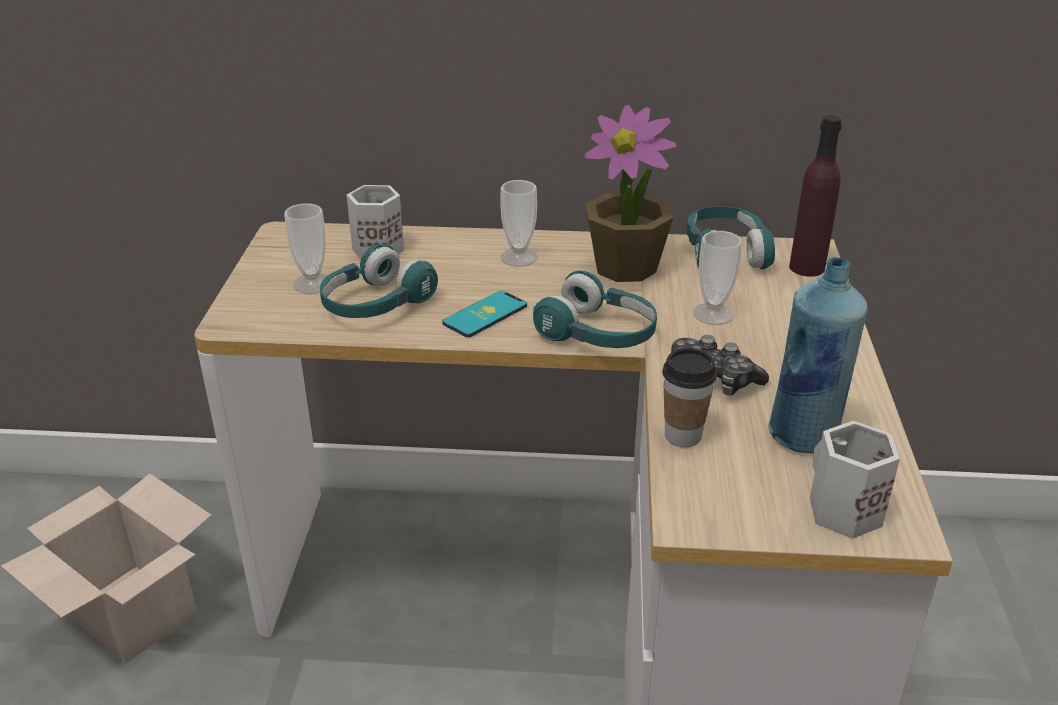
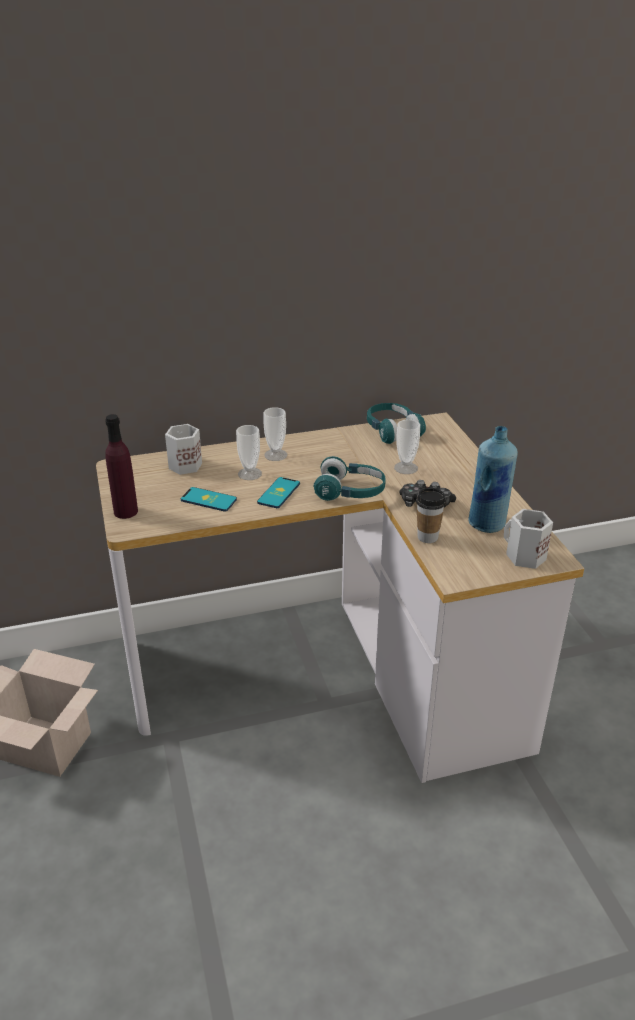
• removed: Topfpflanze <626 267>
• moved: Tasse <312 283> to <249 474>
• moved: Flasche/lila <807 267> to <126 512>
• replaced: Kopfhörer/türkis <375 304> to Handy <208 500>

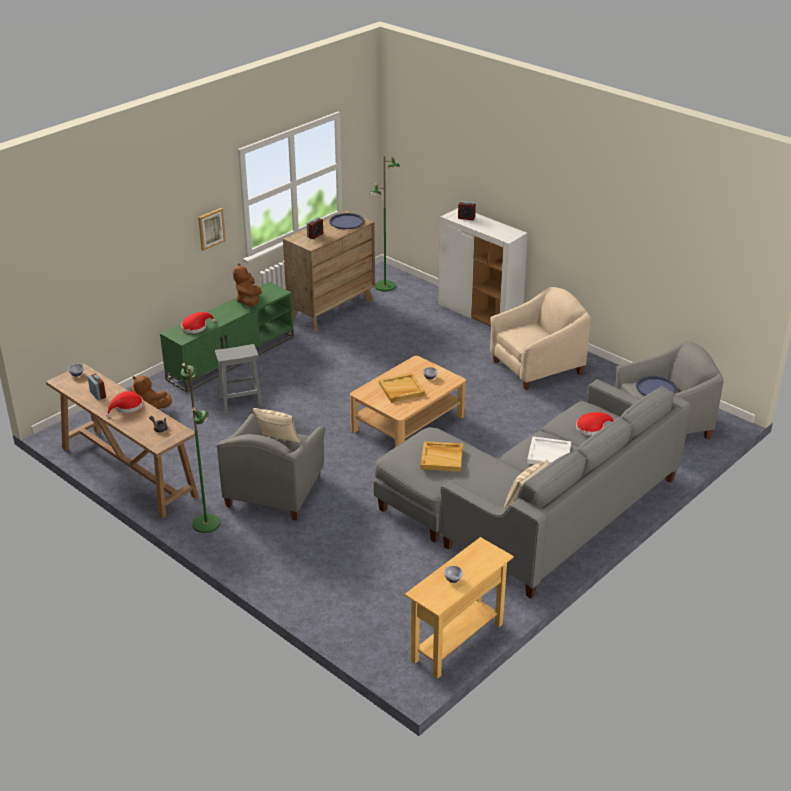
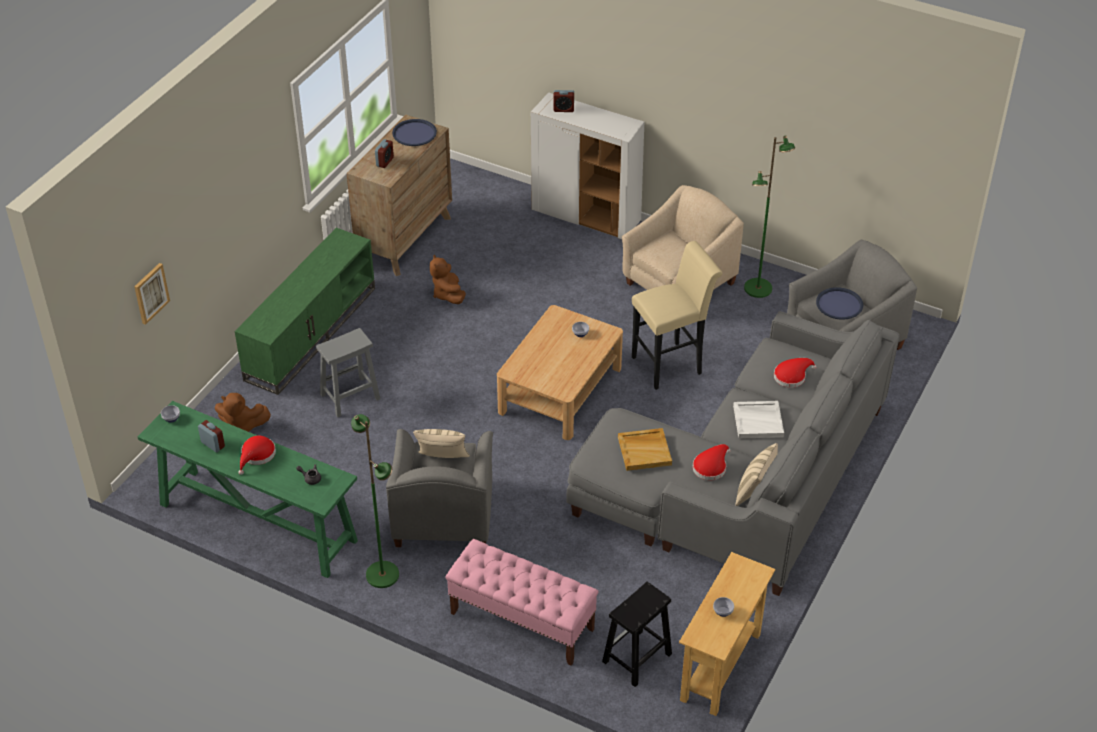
• removed: Tablett/beige <401 390>
• added: Bank/rosa <521 621>
• added: Hocker/schwarz <636 659>
• added: Hocker/beige <671 364>
• moved: Hut/rot <196 327> to <711 467>
• moved: Bild <211 228> to <151 293>
• moved: Plüschtier/braun <249 301> to <448 294>
• moved: Stehlampe/grün <385 286> to <758 289>
• recoloured: Konsolentisch/braun <127 471> to Konsolentisch/grün <256 522>

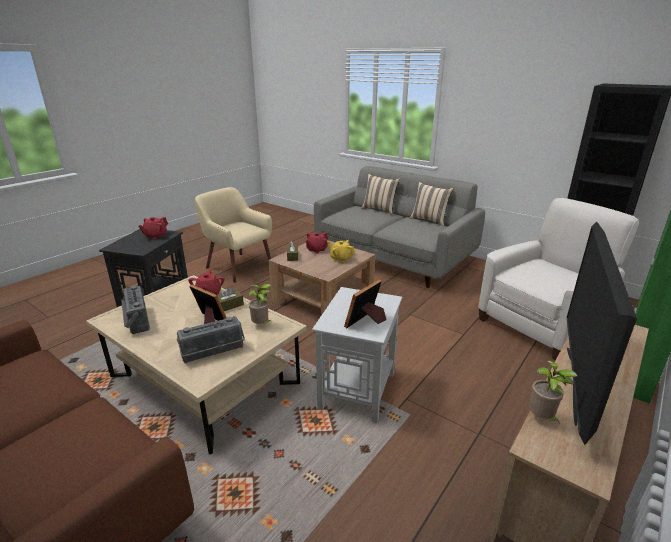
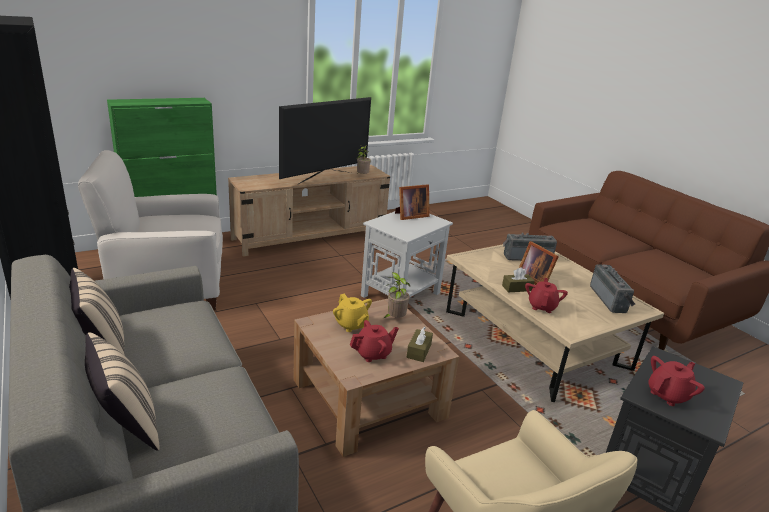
• moved: Topfpflanze <261 325> to <394 319>

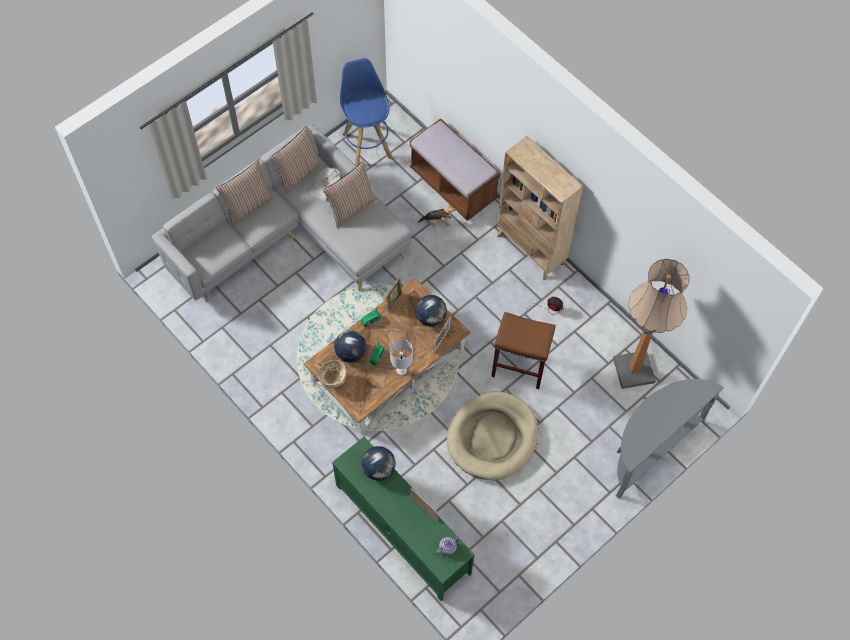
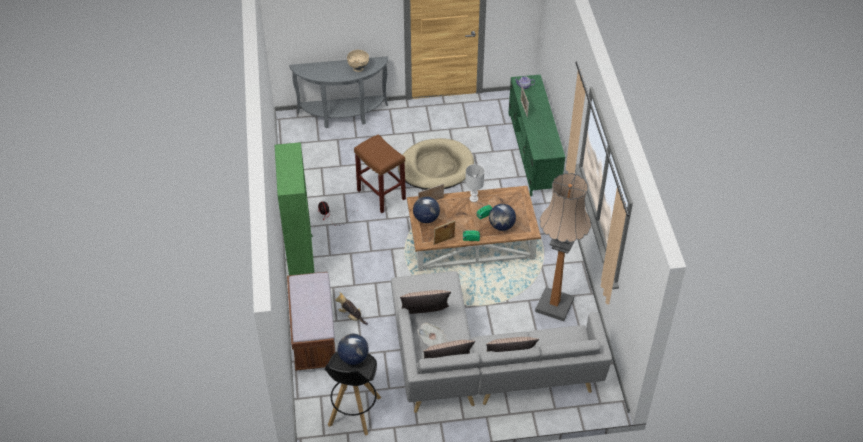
• moved: Schüssel/beige <333 381> to <358 68>
• moved: Globus <379 469> to <353 357>
• moved: Stehlampe <633 370> to <554 305>
• recoloured: Hocker/blau <367 145> to Hocker/schwarz <354 412>
• recoloured: Bücherregal/beige <530 250> to Bücherregal/grün <301 259>

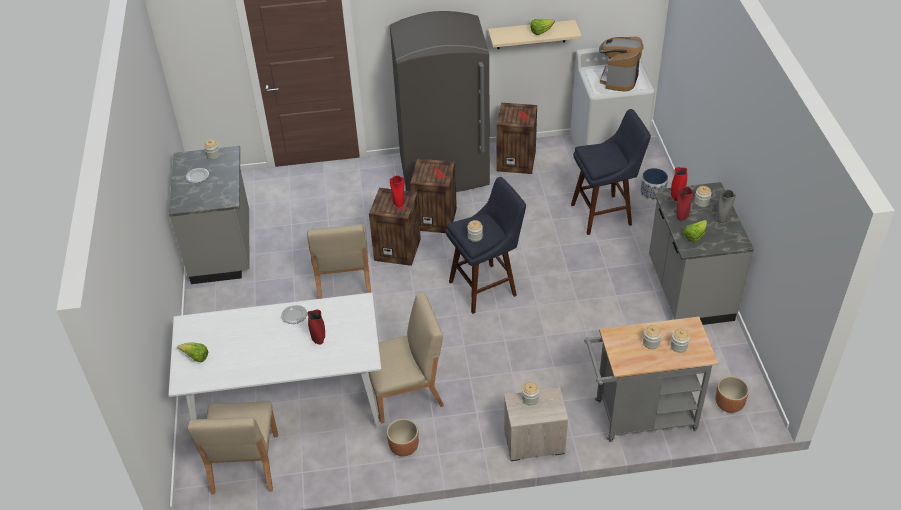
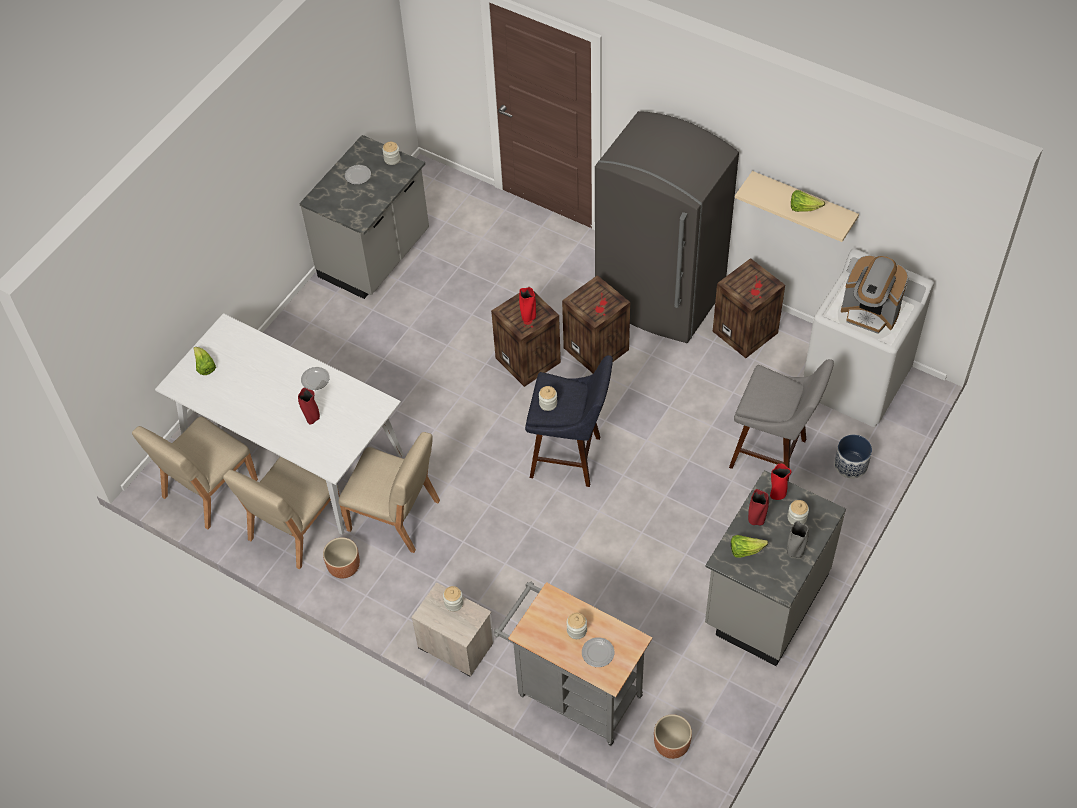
• moved: Stuhl/beige <343 281> to <294 527>
• replaced: Vorratsglas <679 346> to Teller <598 653>
• recoloured: Hocker/blau <605 213> to Hocker/grau <773 455>
• turned: Kaffeemaschine <618 79> = <870 312> 120 degrees counterclockwise

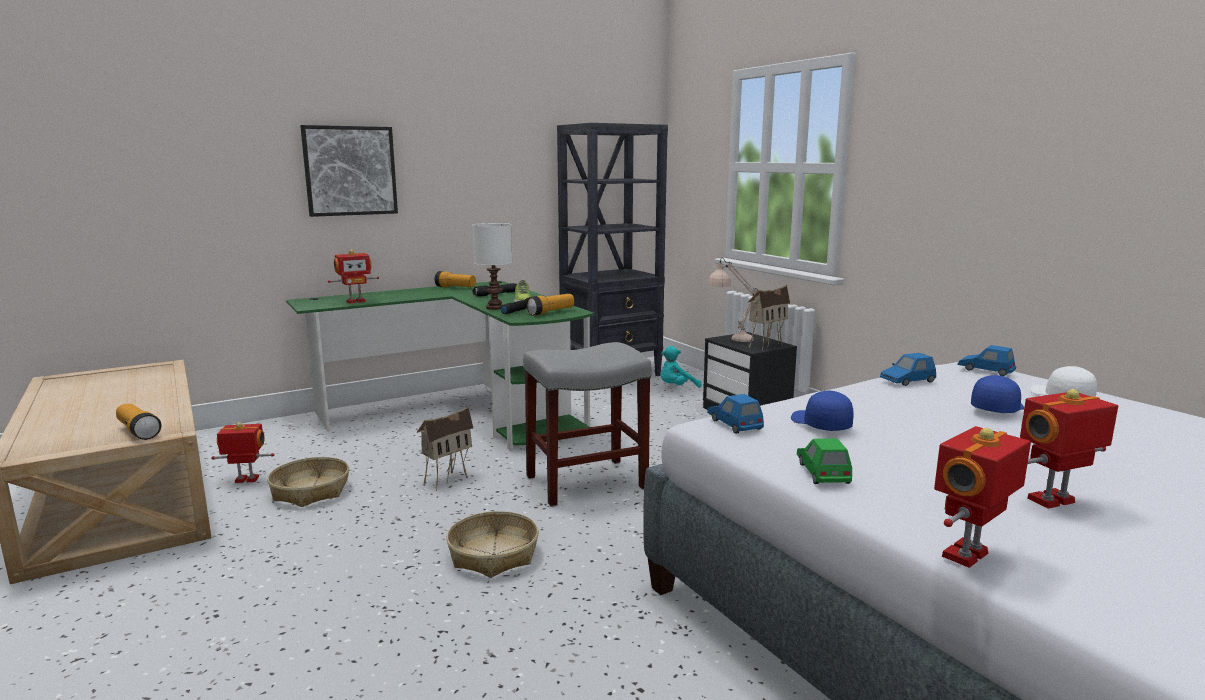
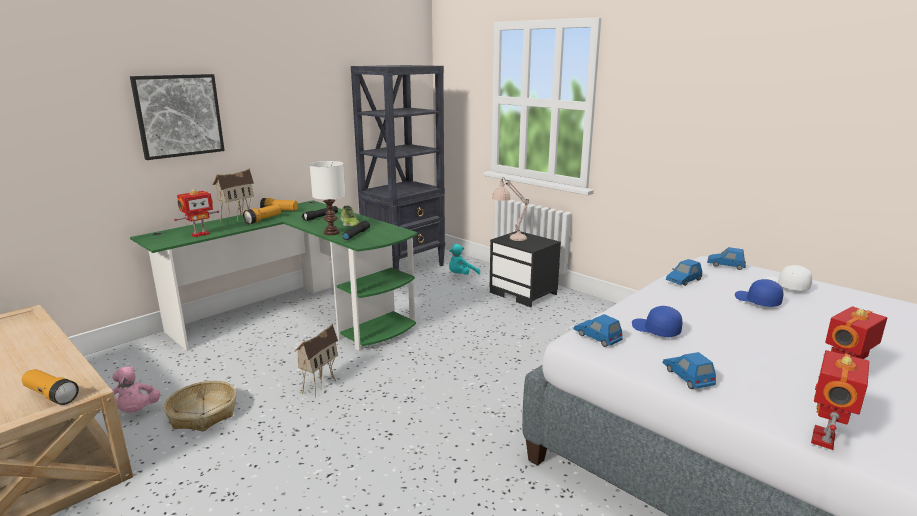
• removed: Korb <493 555>
• removed: Hocker/grau <585 482>
• moved: Taschenlampe <551 312> to <263 220>
• moved: Spielzeughaus <765 345> to <237 219>
• replaced: Spielzeugroboter <246 480> to Plüschtier/rosa <135 411>
• recoloured: Spielzeugauto/grün <822 472> to Spielzeugauto/blau <687 376>
• turned: Kappe/blau <996 408> = <756 301> 60 degrees counterclockwise

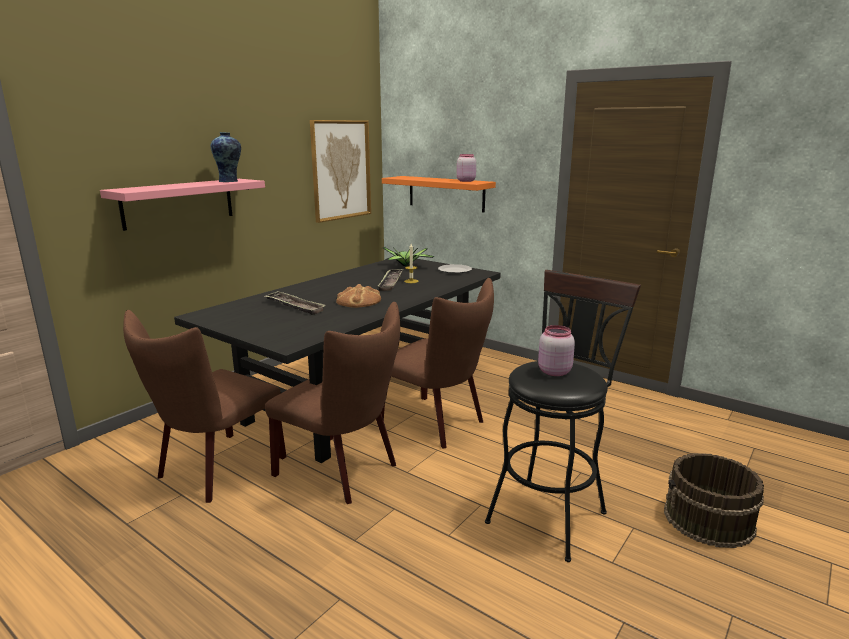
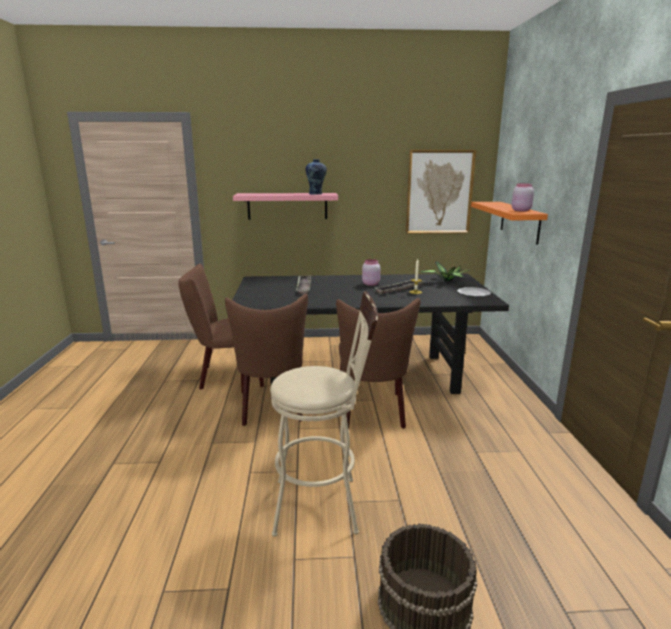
• removed: Brot <358 301>
• moved: Vorratsglas/rosa <553 371> to <370 284>
• recoloured: Hocker/schwarz <550 512> to Hocker/beige <325 504>

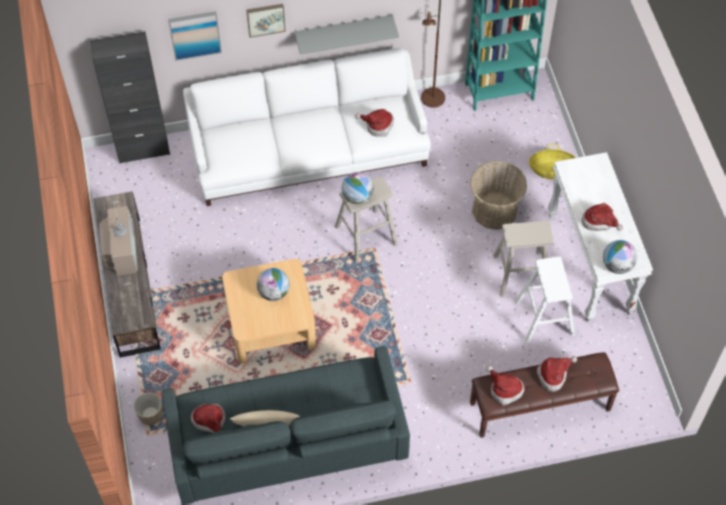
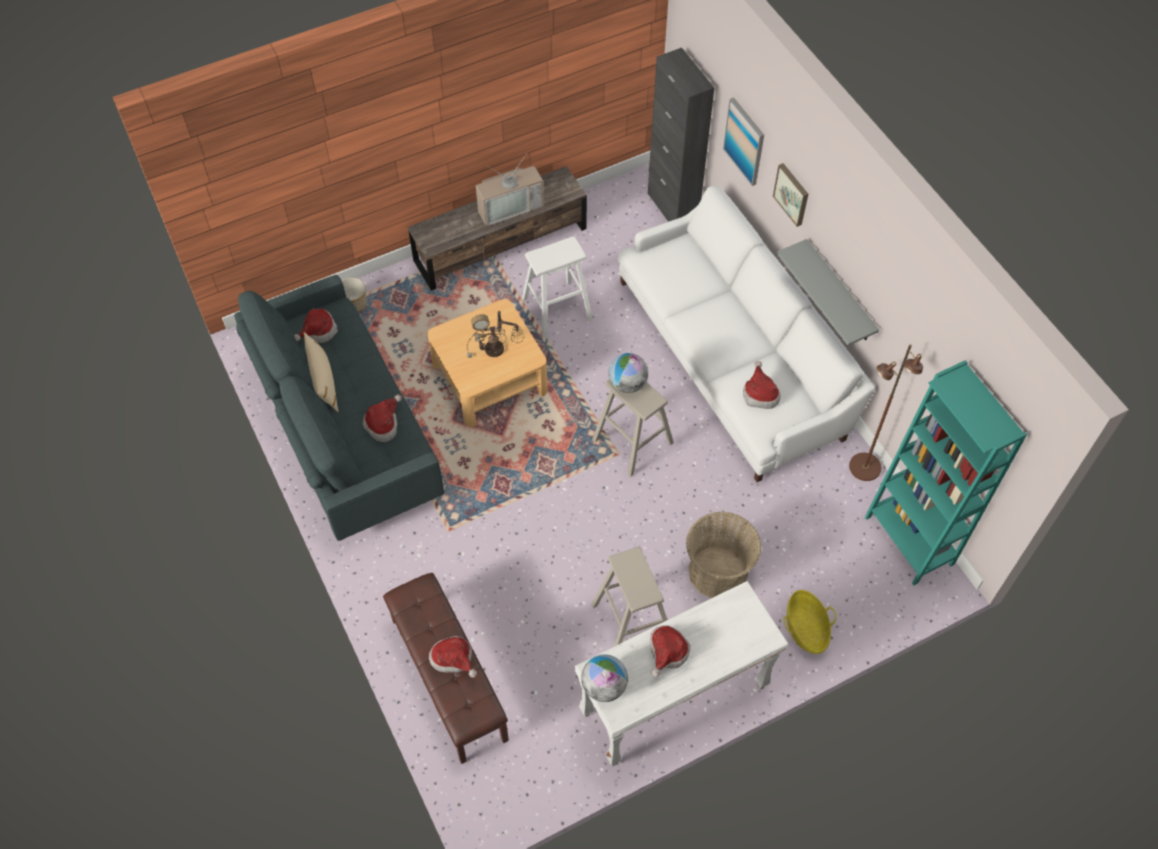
• moved: Hut <504 390> to <383 424>
• moved: Hocker/weiß <544 318> to <556 309>
• replaced: Globus <274 292> to Tischlampe <495 350>

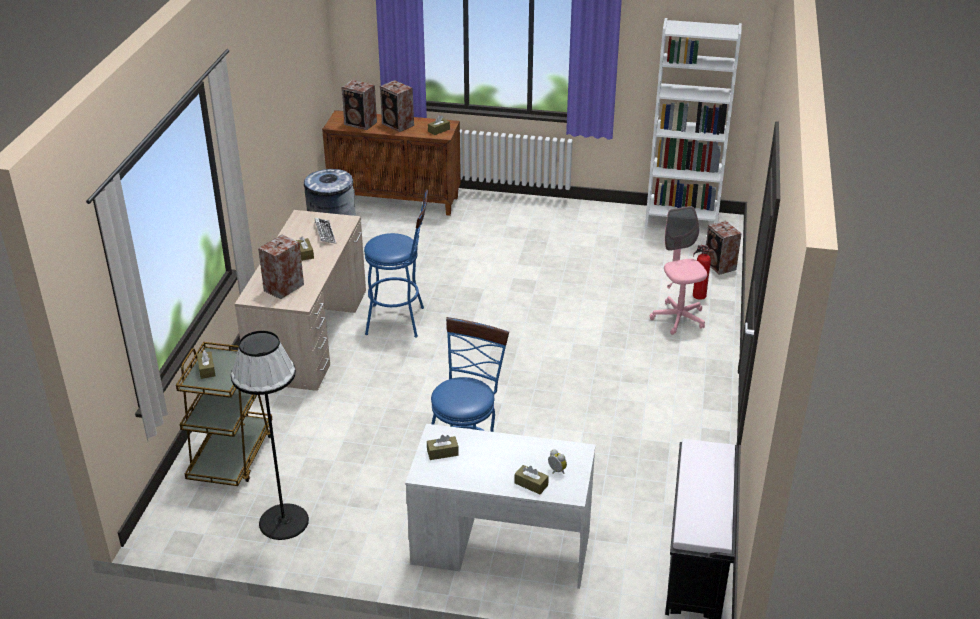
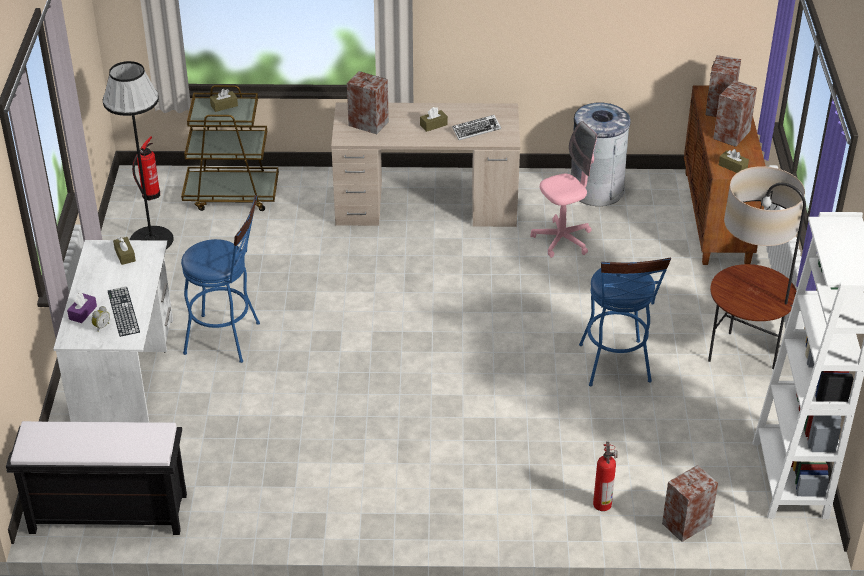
• added: Tastatur <123 311>
• added: Feuerlöscher <149 196>
• added: Stehlampe <742 356>
• moved: Hocker/blau <401 321> to <616 368>
• moved: Bürostuhl/rosa <678 318> to <562 240>
• recoloured: Taschentuchbox/braun <531 484> to Taschentuchbox/lila <83 312>

